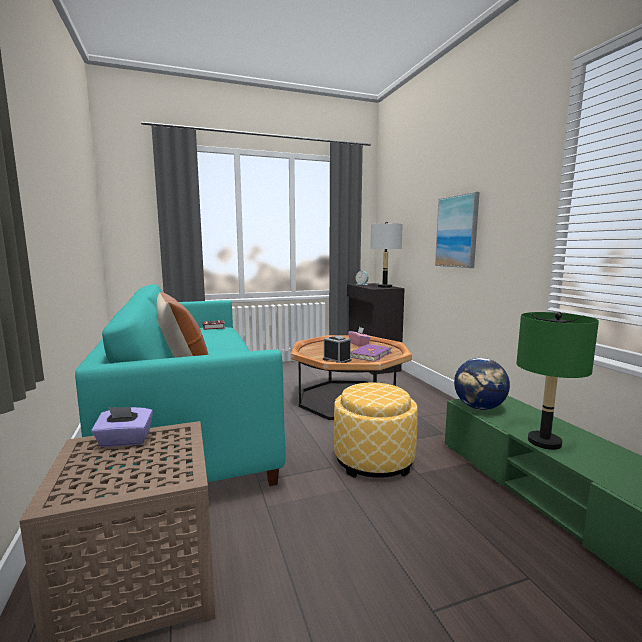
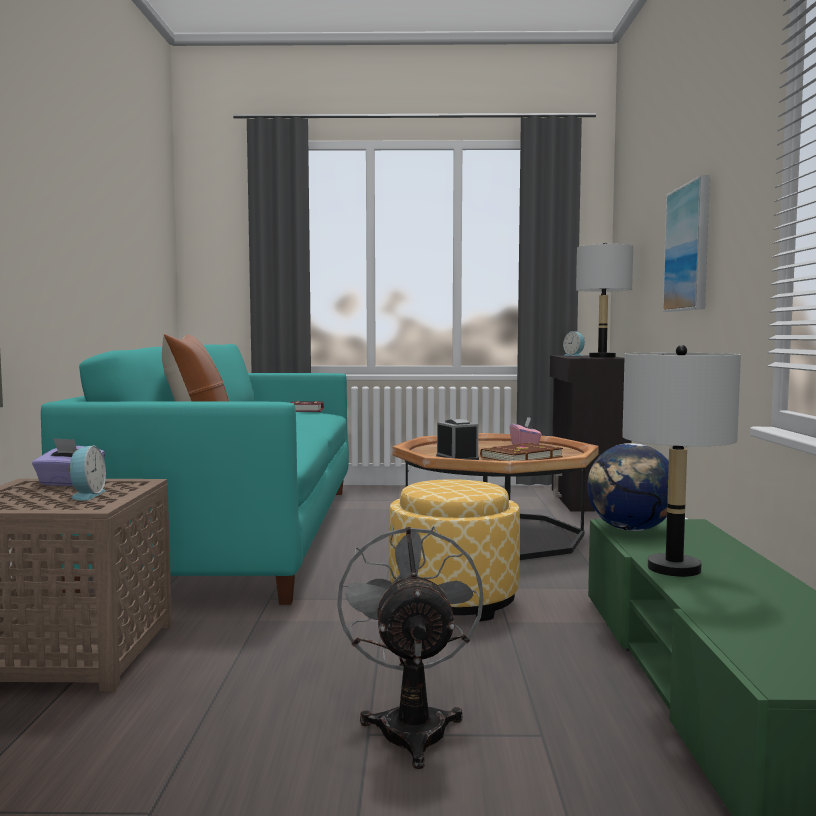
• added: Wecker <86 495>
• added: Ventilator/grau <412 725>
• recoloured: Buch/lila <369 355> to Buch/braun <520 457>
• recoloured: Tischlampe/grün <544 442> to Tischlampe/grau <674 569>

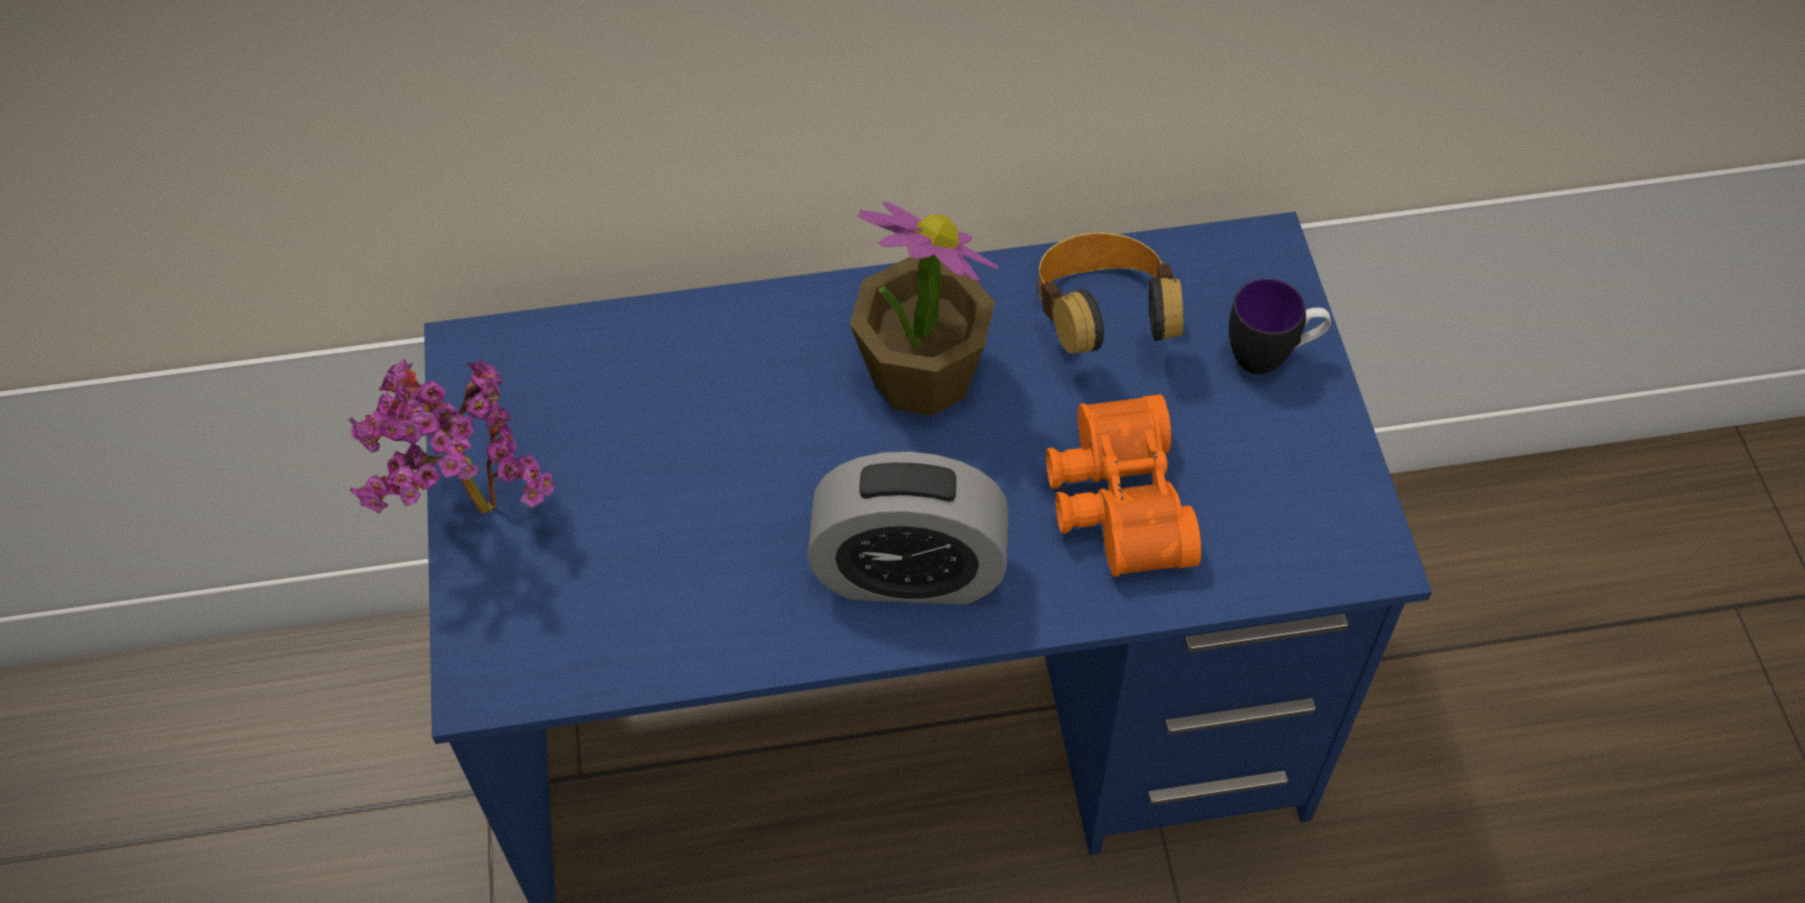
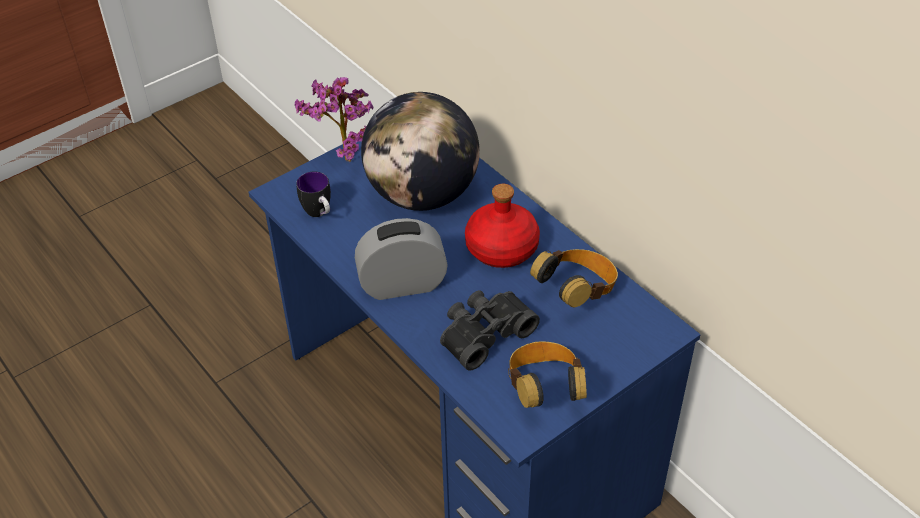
• added: Globus <422 194>
• added: Kopfhörer <544 389>
• moved: Henkelbecher <1271 356> to <319 214>
• replaced: Topfpflanze <921 375> to Flasche/rot <501 247>
• recoloured: Fernglas/orange <1114 502> to Fernglas/schwarz <483 333>
• turned: Wecker <909 572> = <402 284> 105 degrees clockwise

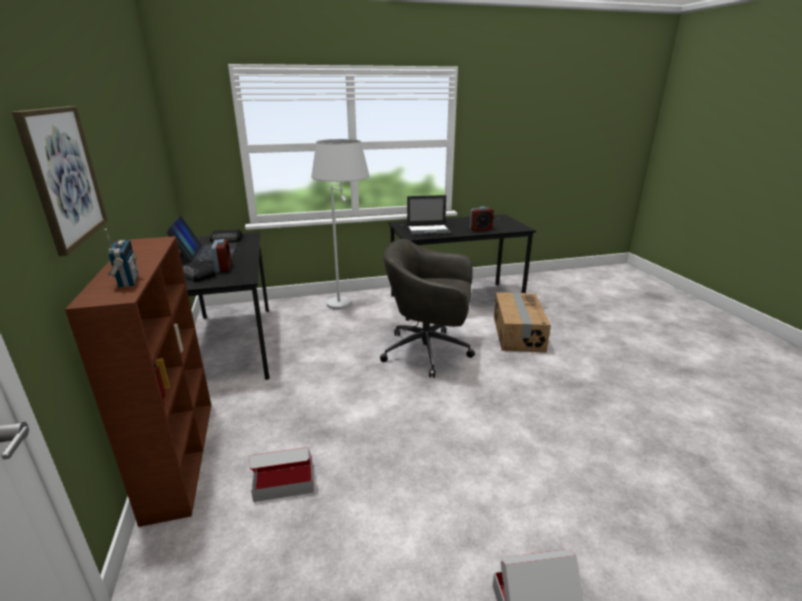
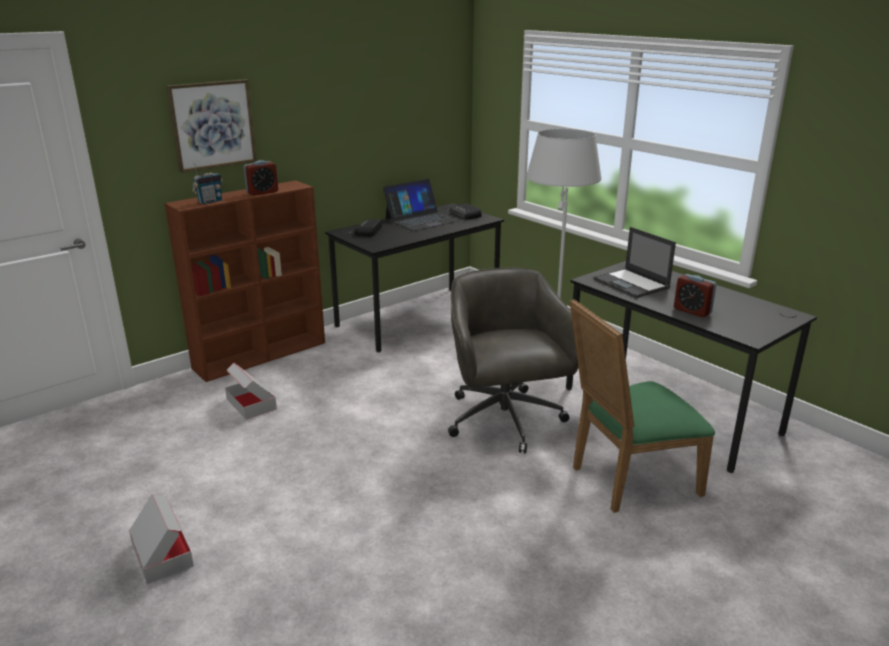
• moved: Wecker <223 268> to <262 192>
• replaced: Karton <517 333> to Stuhl/grün <627 480>

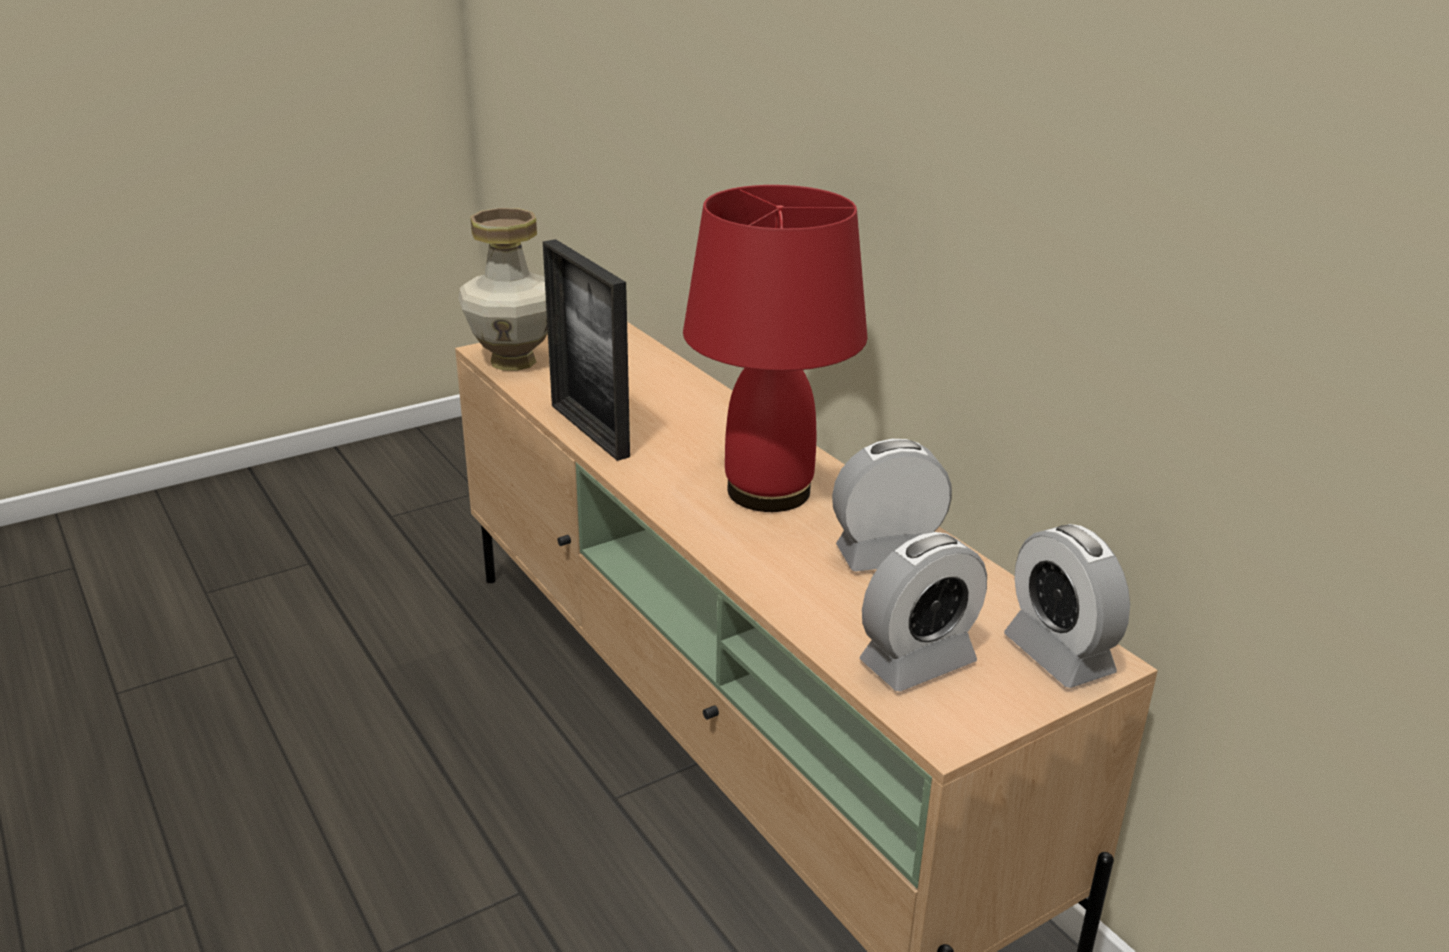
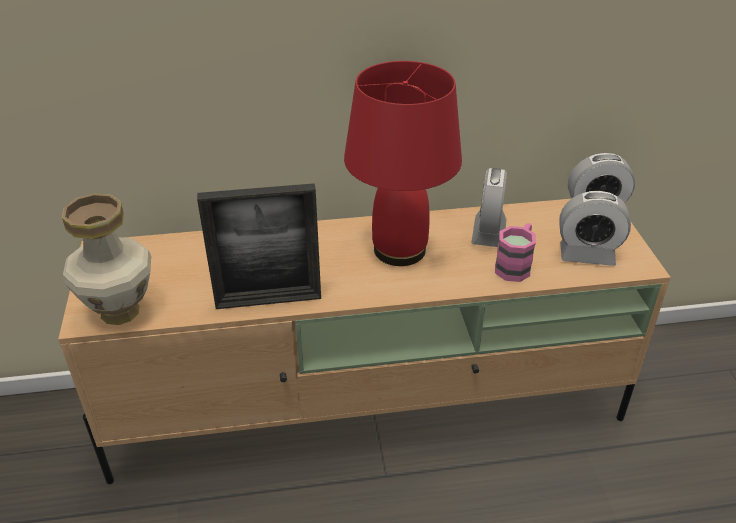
• added: Henkelbecher/rosa <515 265>
• turned: Wecker <917 662> = <587 255> 105 degrees clockwise

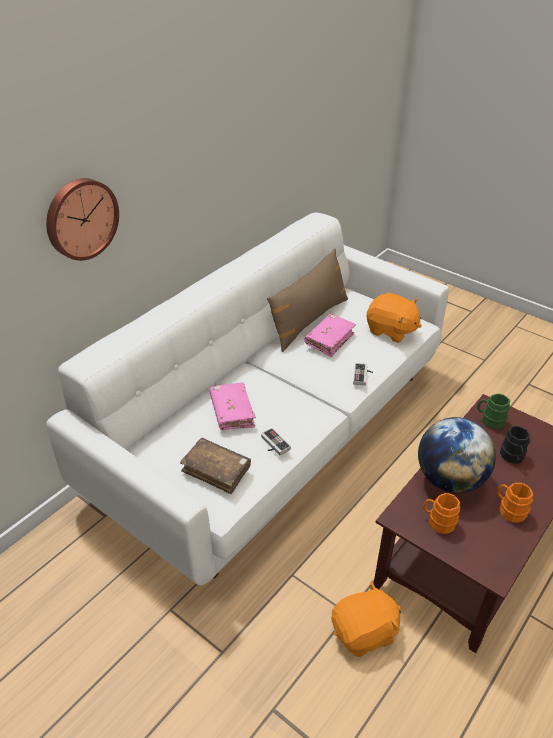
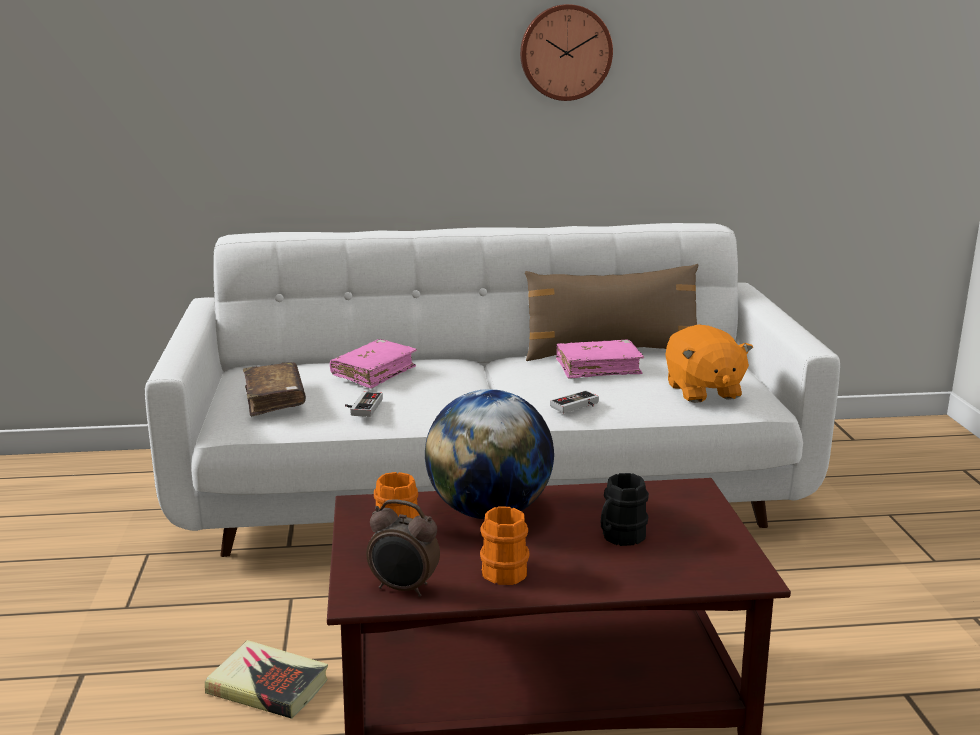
• removed: Henkelbecher/grün <489 420>
• added: Wecker <404 589>
• moved: Wanduhr <80 218> to <565 52>
• replaced: Plüschtier/orange <364 633> to Buch <268 686>

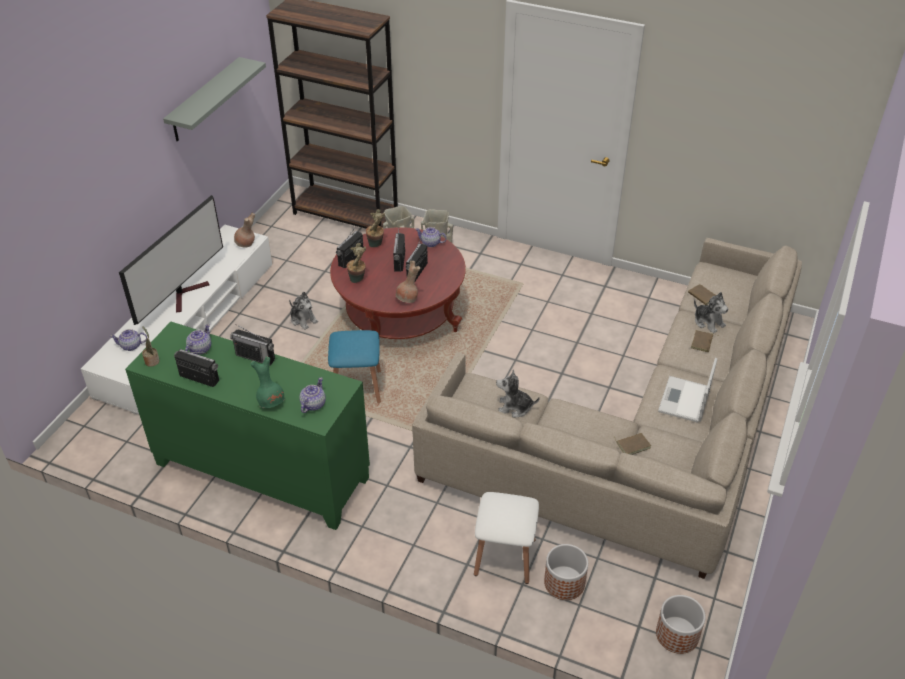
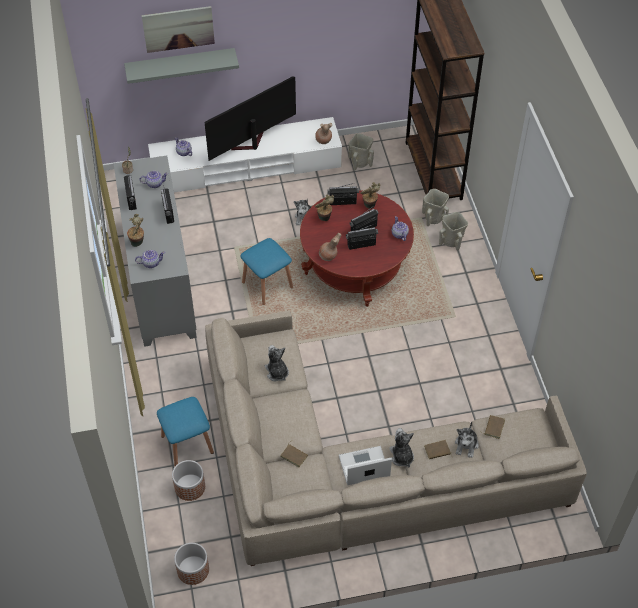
• added: Bild <178 29>
• added: Vase/beige <360 162>
• added: Plüschtier <401 456>
• moved: Wandregal/grau <205 100> to <180 65>
• replaced: Vase/grün <271 402> to Topfpflanze <138 243>
• recoloured: Schrank/grün <261 472> to Schrank/grau <160 282>
• recoloured: Hocker/weiß <504 557> to Hocker/blau <187 444>
• turned: Fernseher <186 294> = <250 145> 150 degrees clockwise

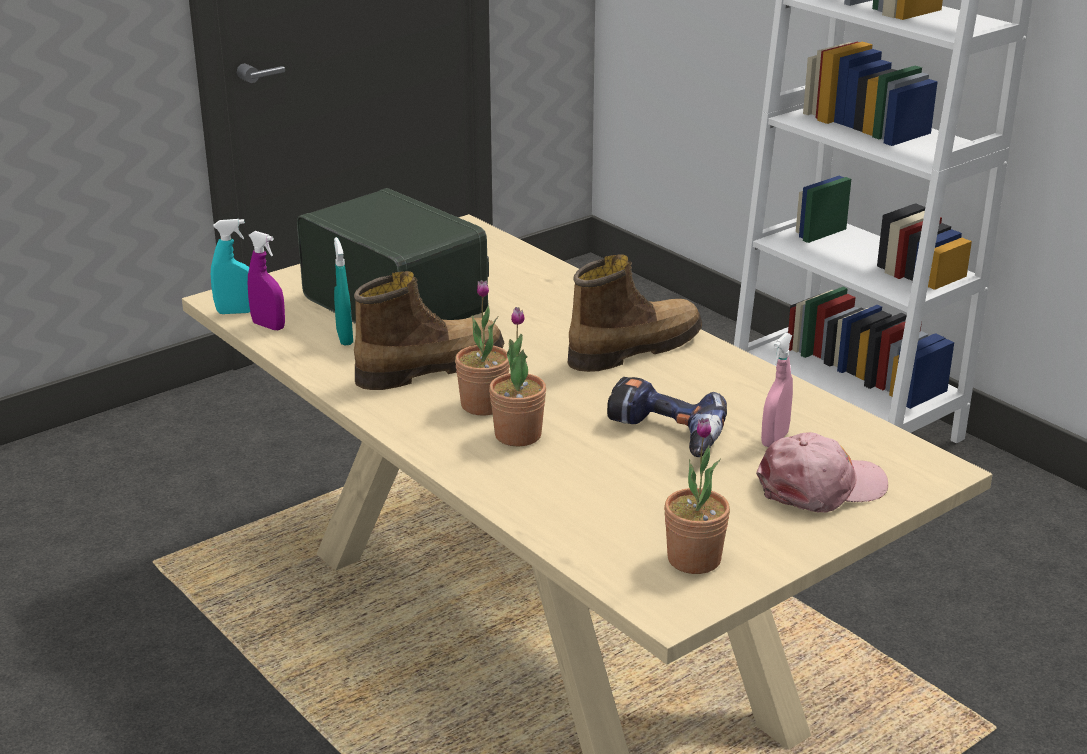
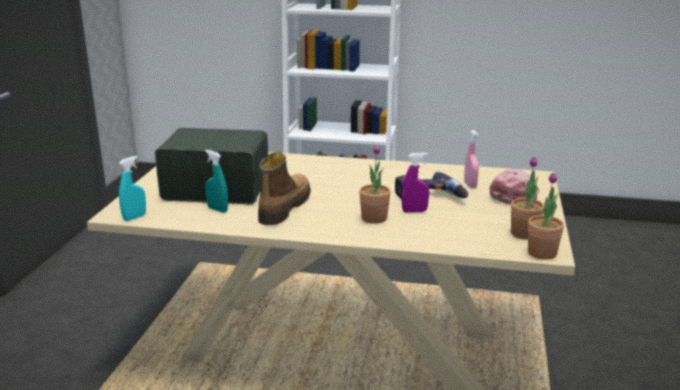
• removed: Stiefel <633 349>
• moved: Sprühflasche/lila <268 326> to <414 211>
• moved: Topfpflanze <483 405> to <542 253>

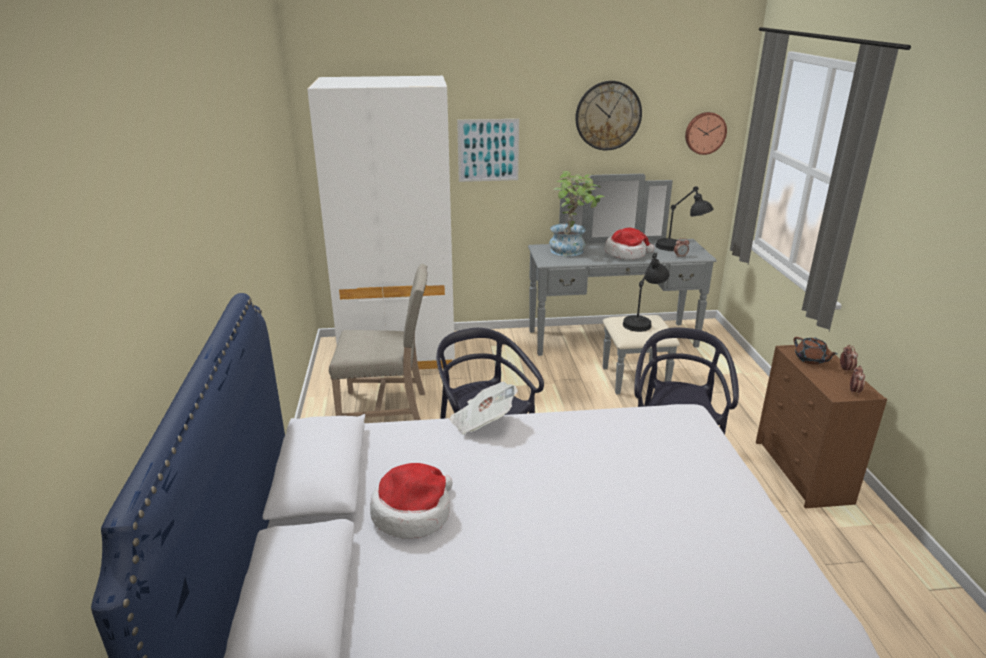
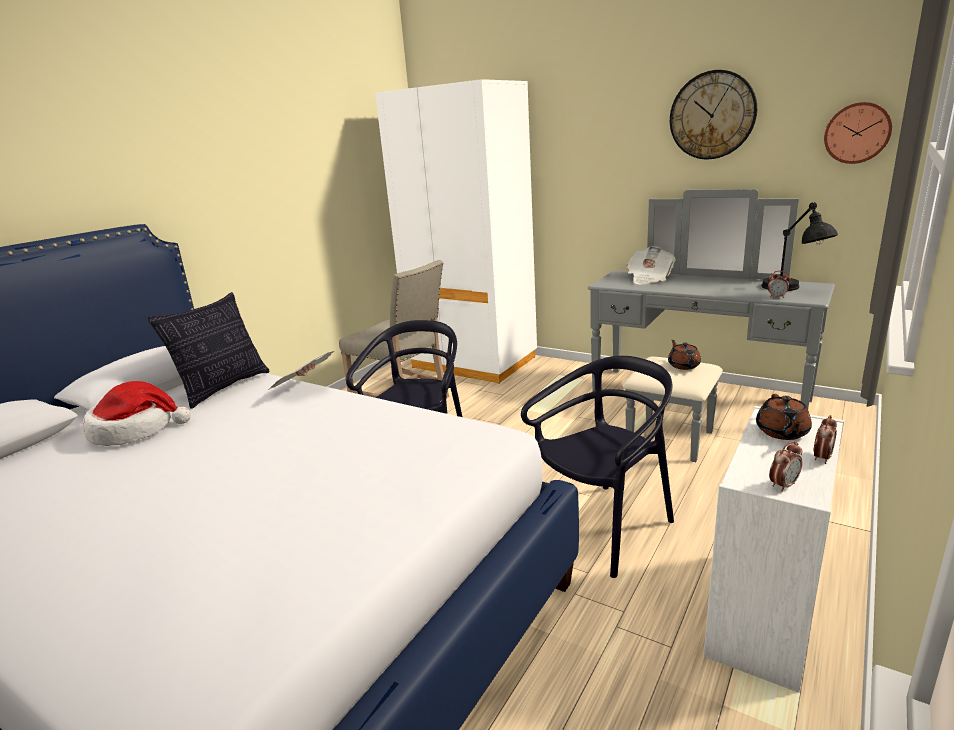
• removed: Bild <488 150>
• removed: Hut <626 254>
• added: Kissen <224 387>
• replaced: Topfpflanze <572 251> to Zeitung <649 279>
• replaced: Tischlampe/schwarz <643 320> to Teekanne/braun <683 365>
• recoloured: Kommode/braun <803 472> to Kommode/weiß <764 614>

